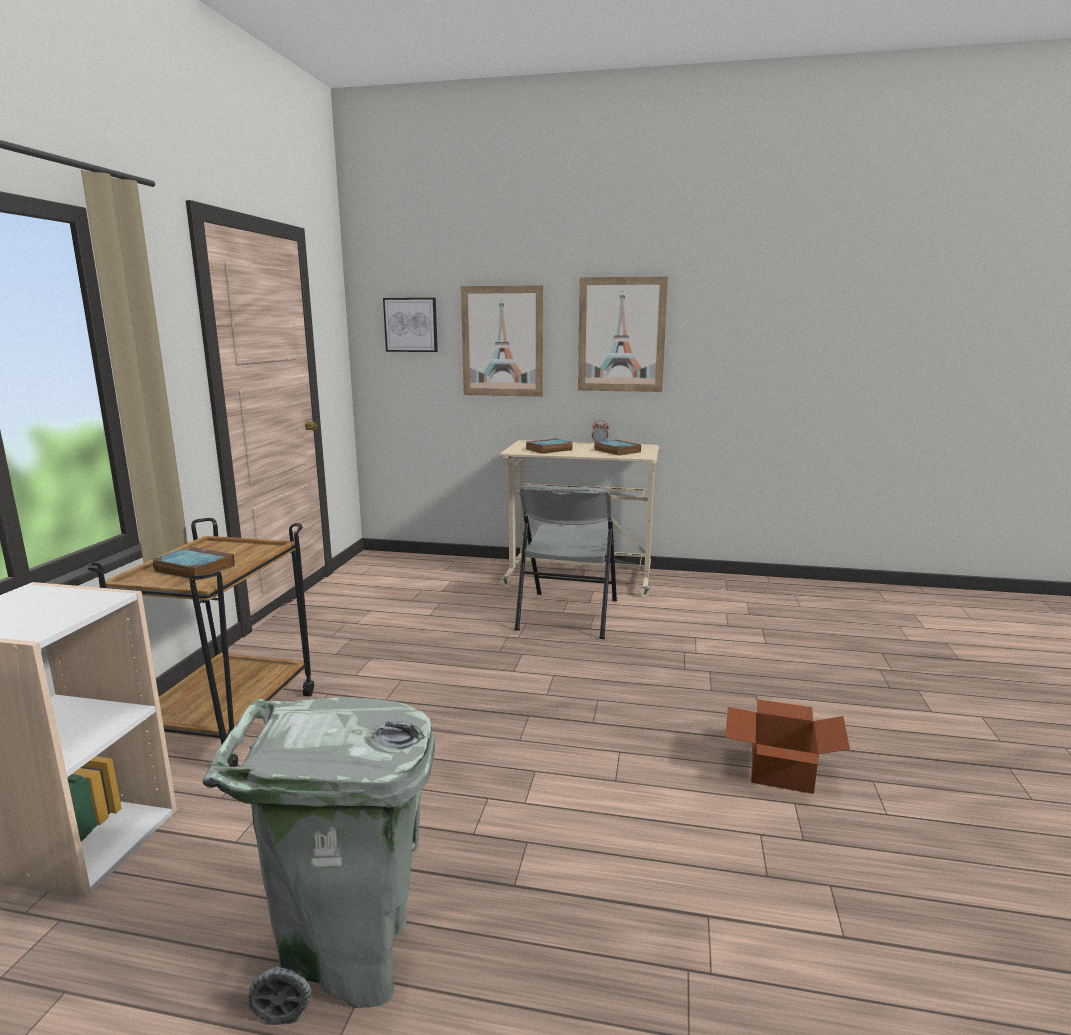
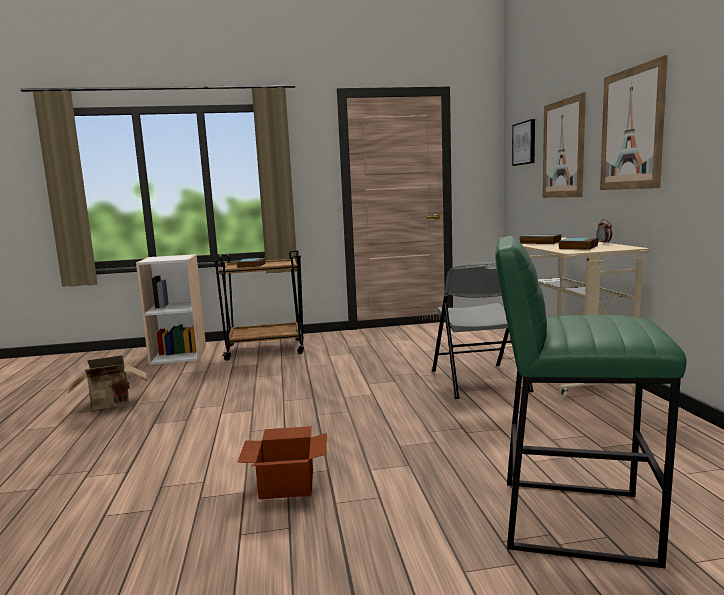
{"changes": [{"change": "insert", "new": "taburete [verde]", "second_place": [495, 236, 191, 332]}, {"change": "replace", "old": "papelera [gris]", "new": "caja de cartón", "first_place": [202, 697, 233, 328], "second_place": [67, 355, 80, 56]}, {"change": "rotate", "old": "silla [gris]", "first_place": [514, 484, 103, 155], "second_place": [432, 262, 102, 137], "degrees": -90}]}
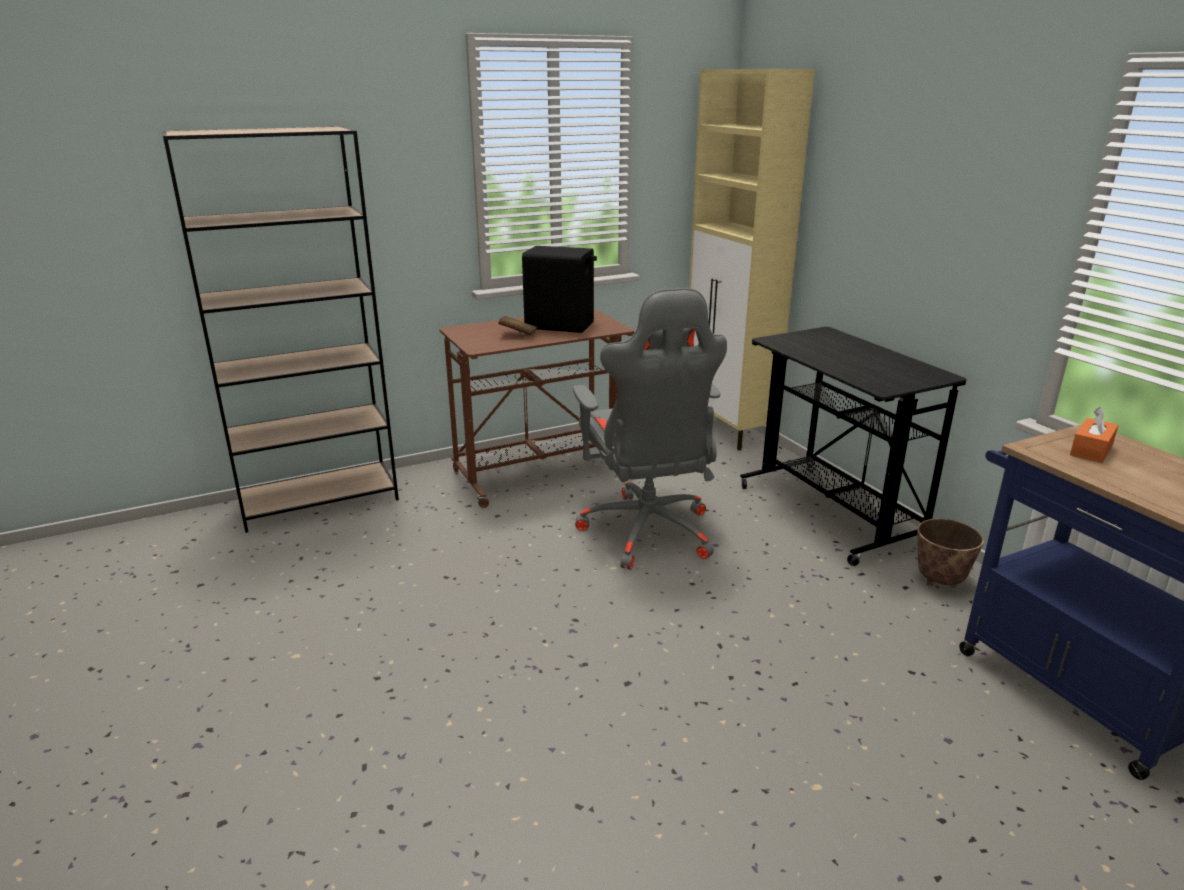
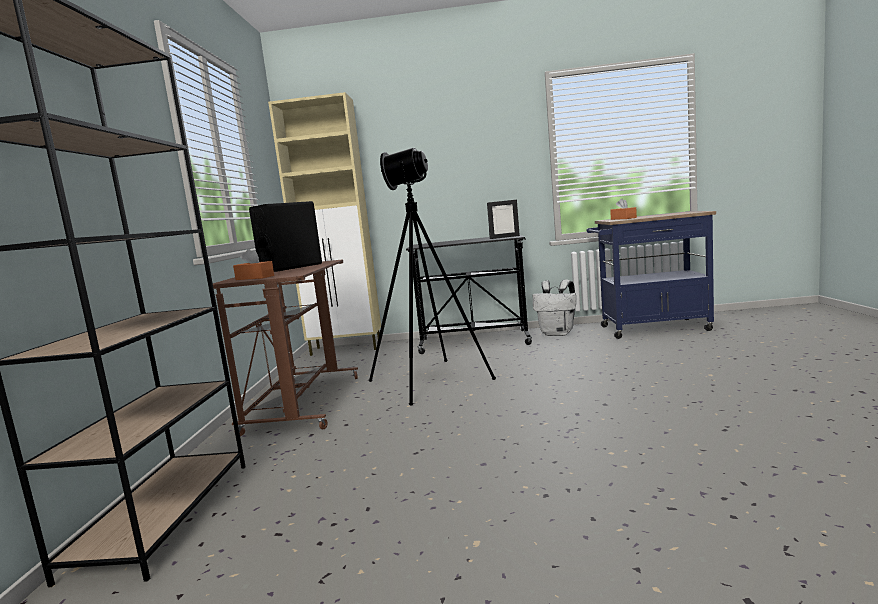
{"changes": [{"change": "delete", "old": "libro [marrón]", "first_place": [498, 316, 39, 20]}, {"change": "insert", "new": "caja de pañuelos [naranja]", "second_place": [233, 249, 41, 31]}, {"change": "insert", "new": "portarretratos", "second_place": [487, 200, 33, 39]}, {"change": "replace", "old": "silla de oficina [gris]", "new": "lámpara de pie [negro]", "first_place": [573, 288, 154, 282], "second_place": [369, 148, 127, 258]}, {"change": "replace", "old": "maceta", "new": "mochila [blanco]", "first_place": [917, 518, 67, 70], "second_place": [533, 279, 43, 57]}]}
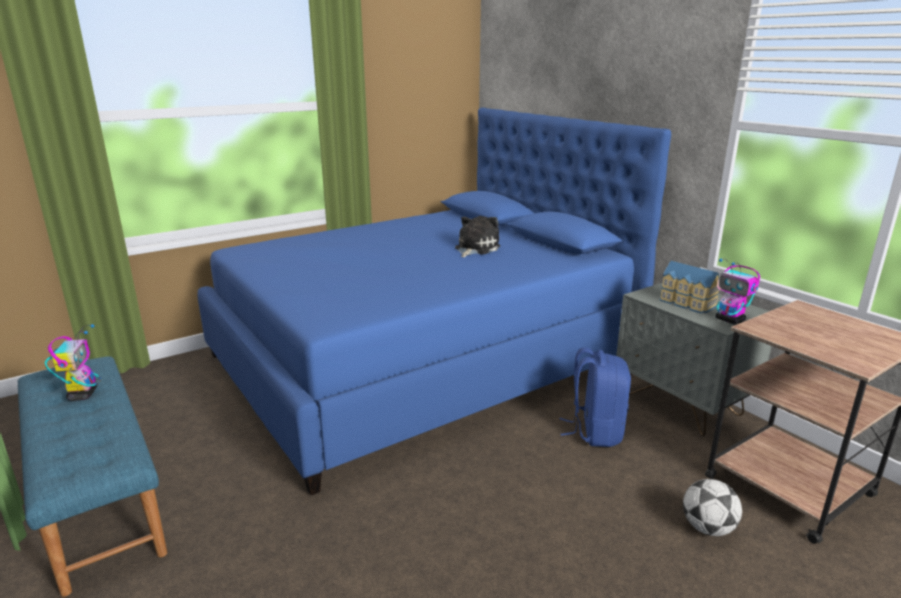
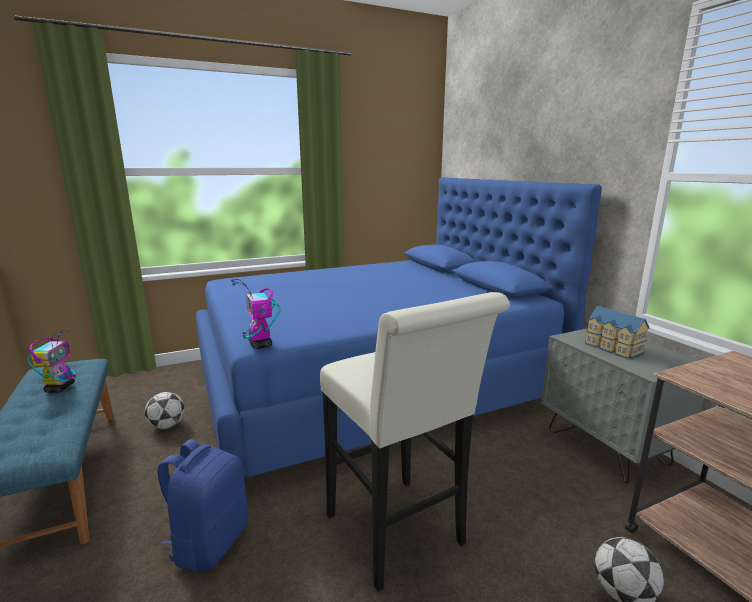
{"changes": [{"change": "delete", "old": "peluche", "first_place": [455, 216, 45, 41]}, {"change": "insert", "new": "balón de fútbol", "second_place": [145, 392, 40, 37]}, {"change": "insert", "new": "taburete [blanco]", "second_place": [320, 292, 190, 300]}, {"change": "move", "old": "mochila [azul]", "first_place": [560, 348, 71, 99], "second_place": [158, 439, 90, 132]}, {"change": "move", "old": "robot de juguete", "first_place": [715, 259, 45, 66], "second_place": [231, 279, 50, 70]}]}
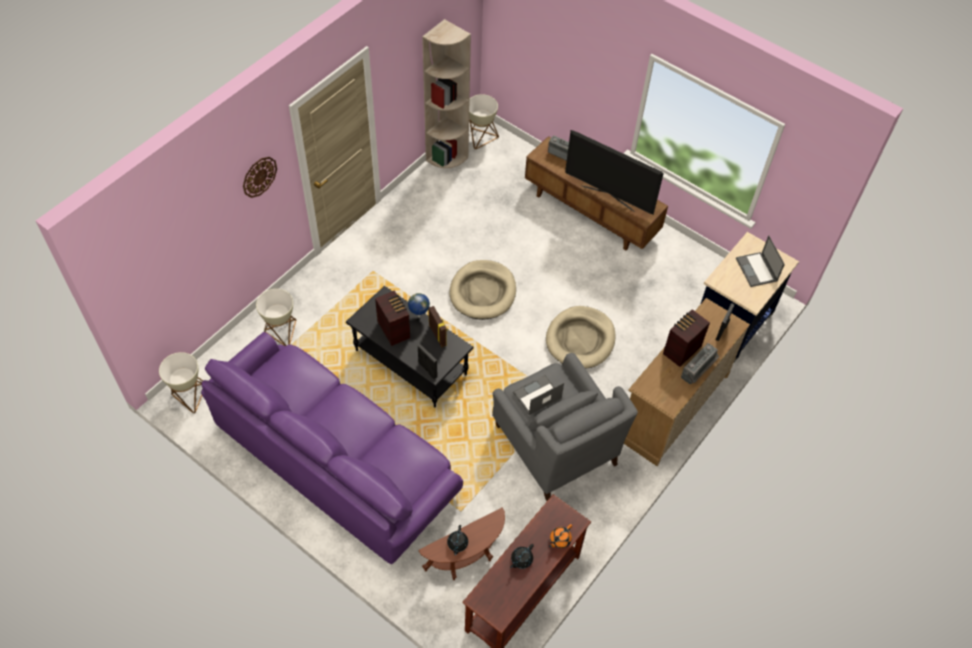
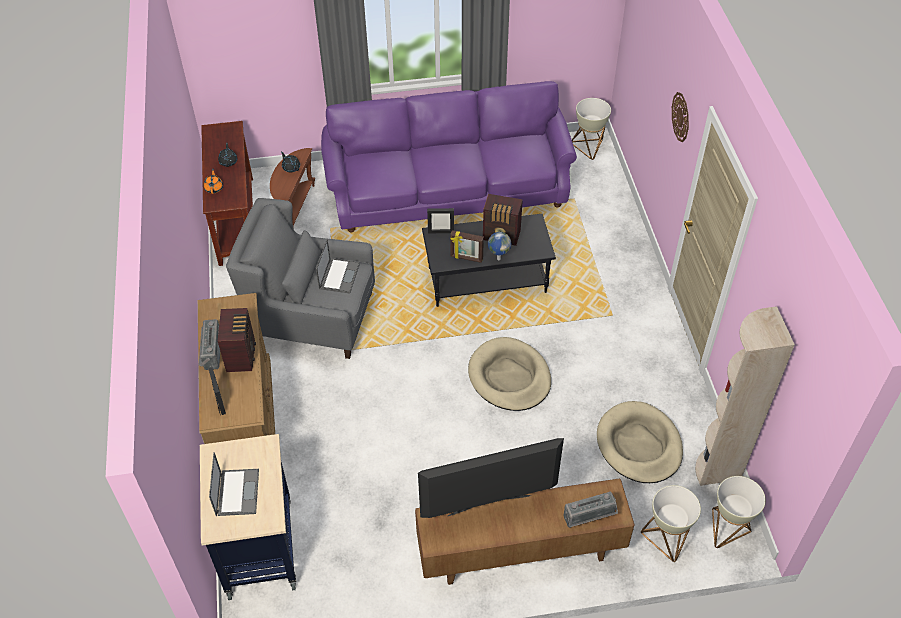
{"changes": [{"change": "move", "old": "maceta", "first_place": [256, 289, 40, 57], "second_place": [641, 485, 60, 77]}, {"change": "move", "old": "cama para perro [beis]", "first_place": [546, 306, 70, 62], "second_place": [597, 401, 86, 82]}, {"change": "rotate", "old": "portátil", "first_place": [736, 236, 49, 51], "second_place": [209, 452, 50, 64], "degrees": 60}]}
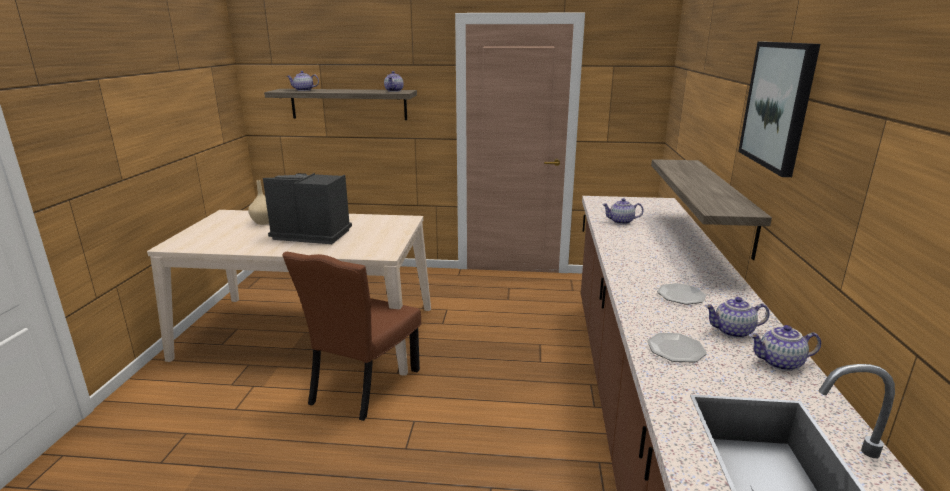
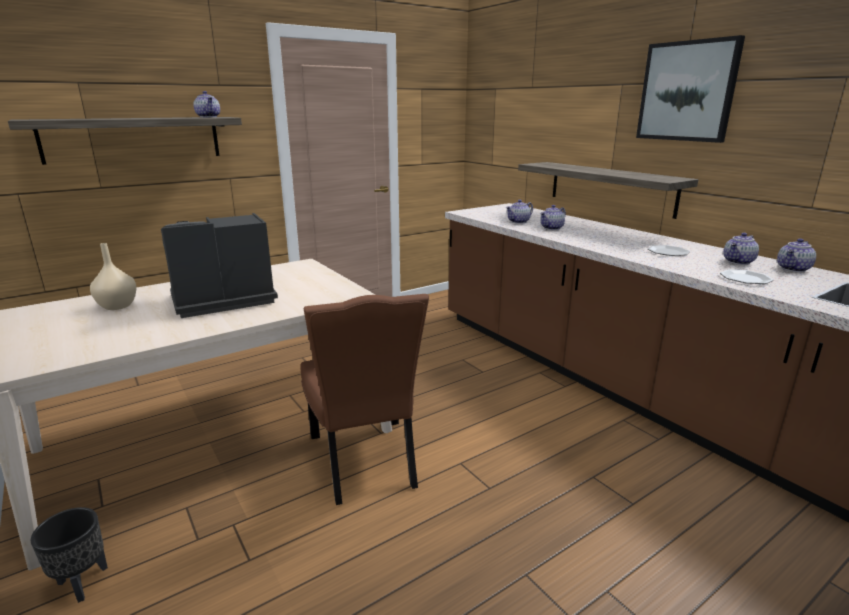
{"changes": [{"change": "insert", "new": "maceta [negro]", "second_place": [31, 507, 77, 96]}, {"change": "move", "old": "tetera", "first_place": [287, 71, 32, 20], "second_place": [540, 205, 26, 25]}]}
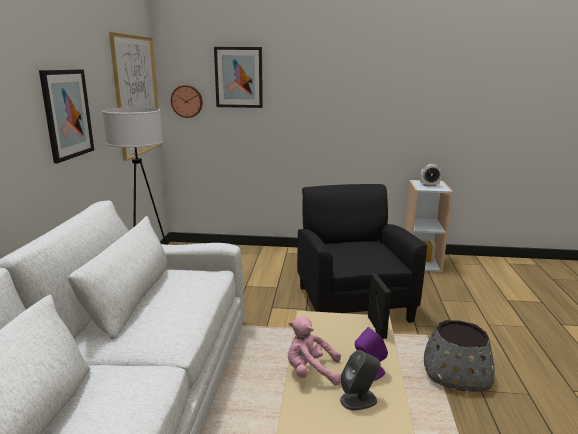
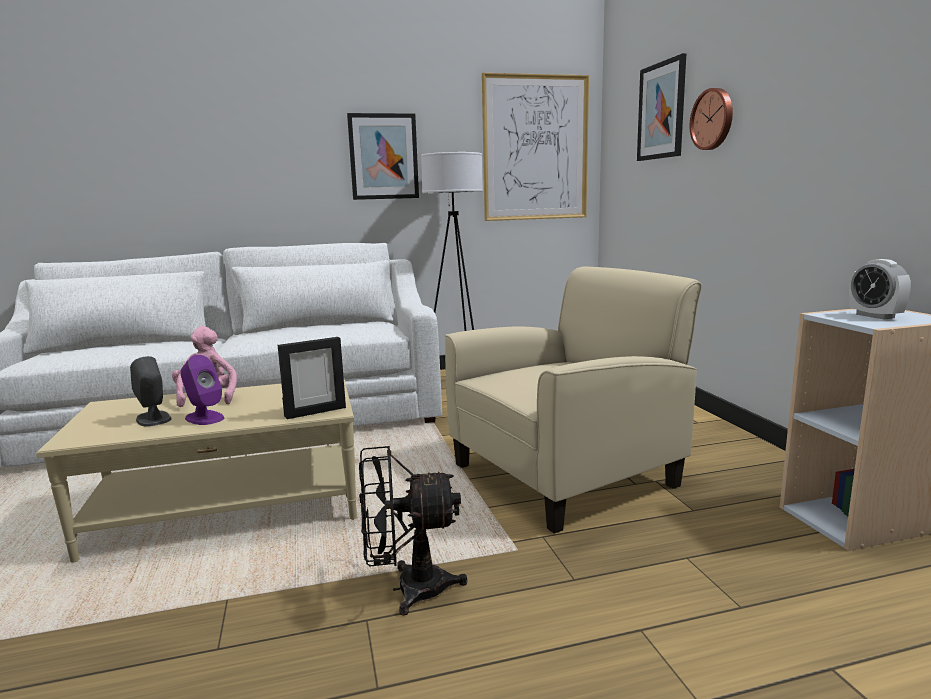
{"changes": [{"change": "move", "old": "reloj de pared", "first_place": [171, 85, 32, 33], "second_place": [690, 88, 43, 62]}, {"change": "replace", "old": "maceta [gris]", "new": "ventilador [negro]", "first_place": [424, 320, 71, 72], "second_place": [359, 446, 109, 170]}, {"change": "recolor", "old": "sillón [negro]", "new": "sillón [beis]", "first_place": [297, 184, 131, 139], "second_place": [445, 267, 257, 267]}]}
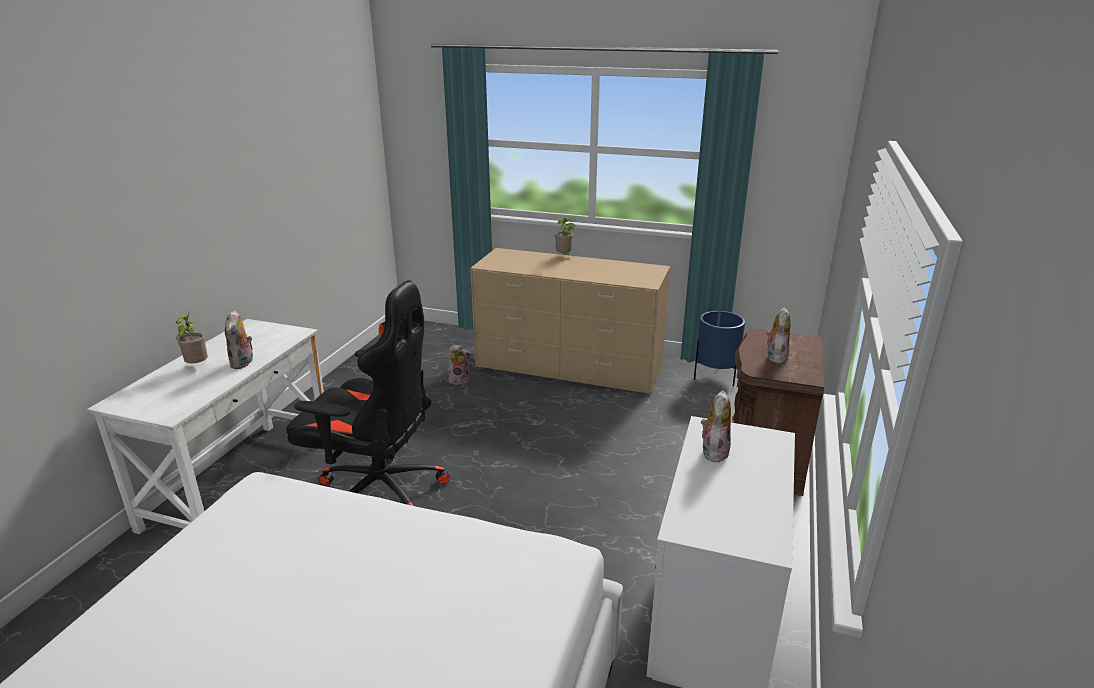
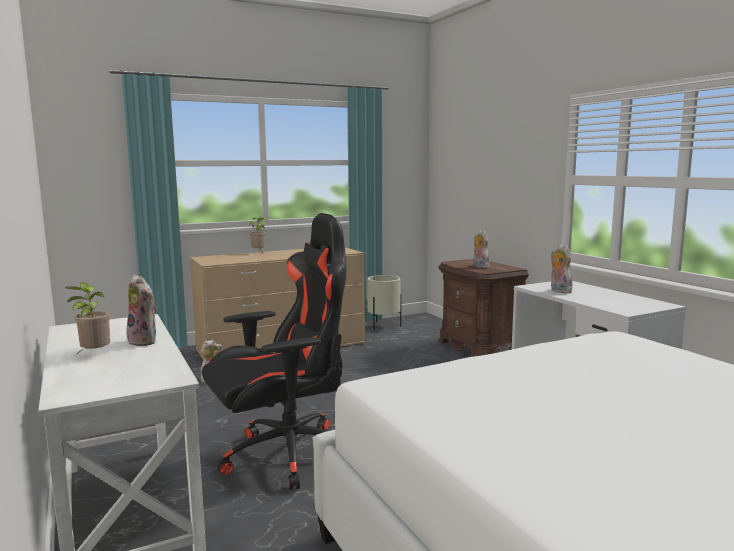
{"changes": [{"change": "recolor", "old": "maceta [azul]", "new": "maceta [beis]", "first_place": [694, 311, 51, 76], "second_place": [367, 275, 34, 55]}]}
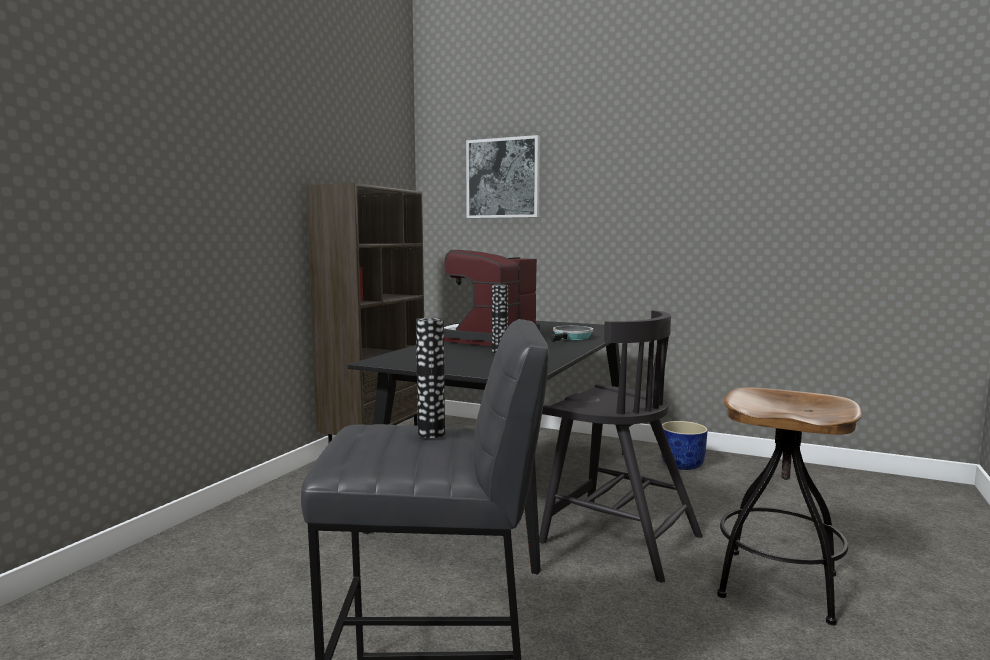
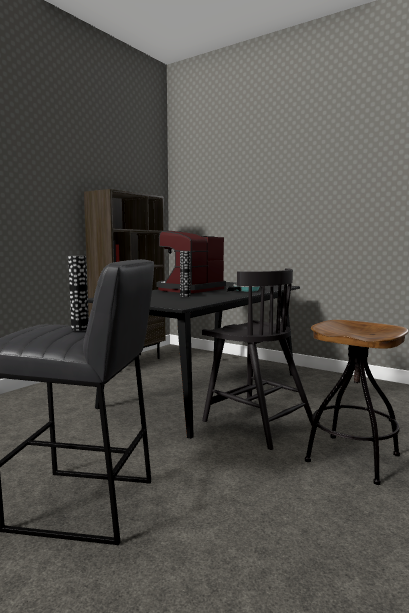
{"changes": [{"change": "delete", "old": "cuadro", "first_place": [466, 135, 74, 83]}, {"change": "delete", "old": "maceta [azul]", "first_place": [661, 421, 47, 49]}]}
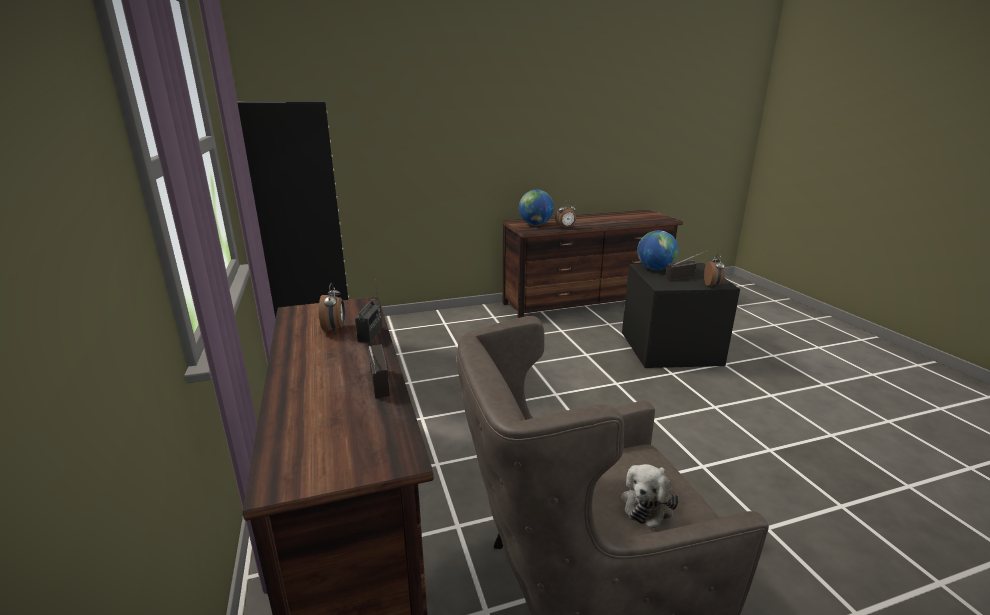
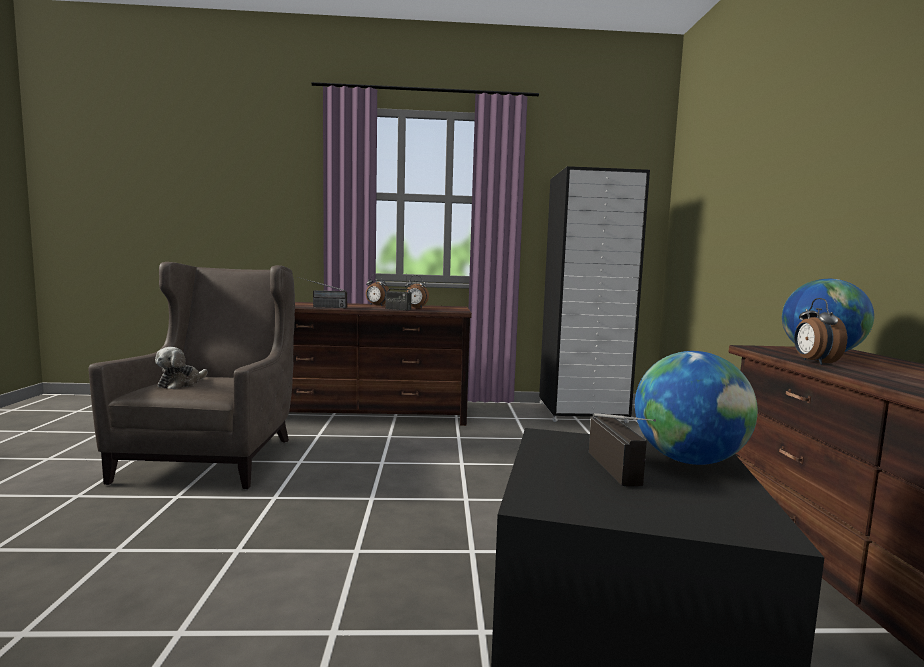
{"changes": [{"change": "move", "old": "despertador", "first_place": [704, 253, 21, 34], "second_place": [366, 274, 23, 32]}, {"change": "rotate", "old": "peluche", "first_place": [621, 464, 58, 65], "second_place": [155, 347, 53, 42], "degrees": -120}]}
